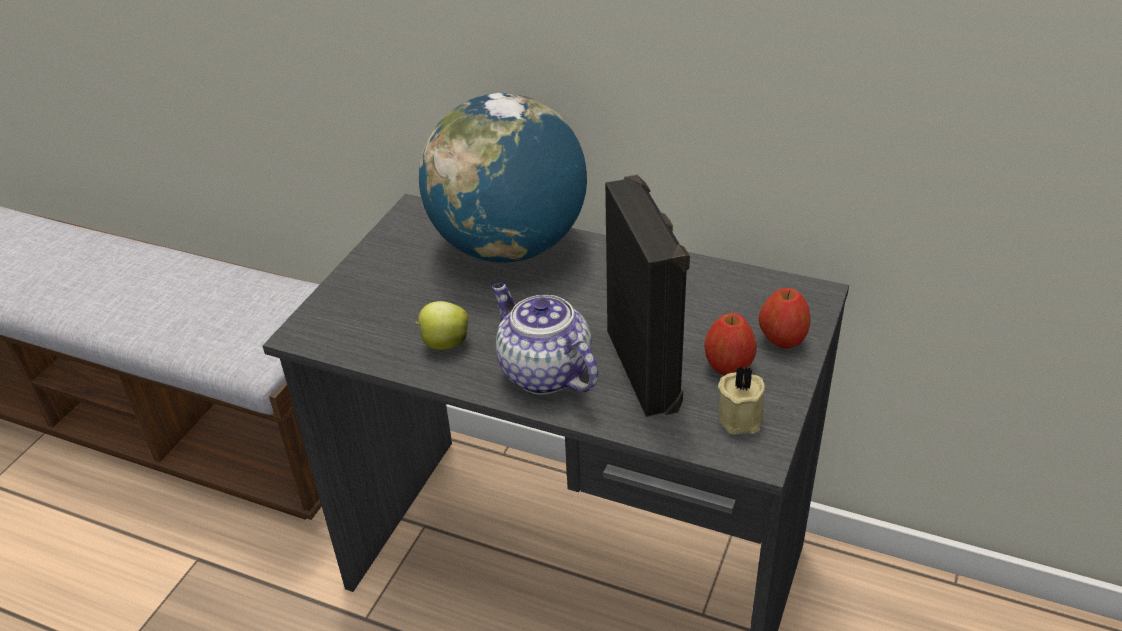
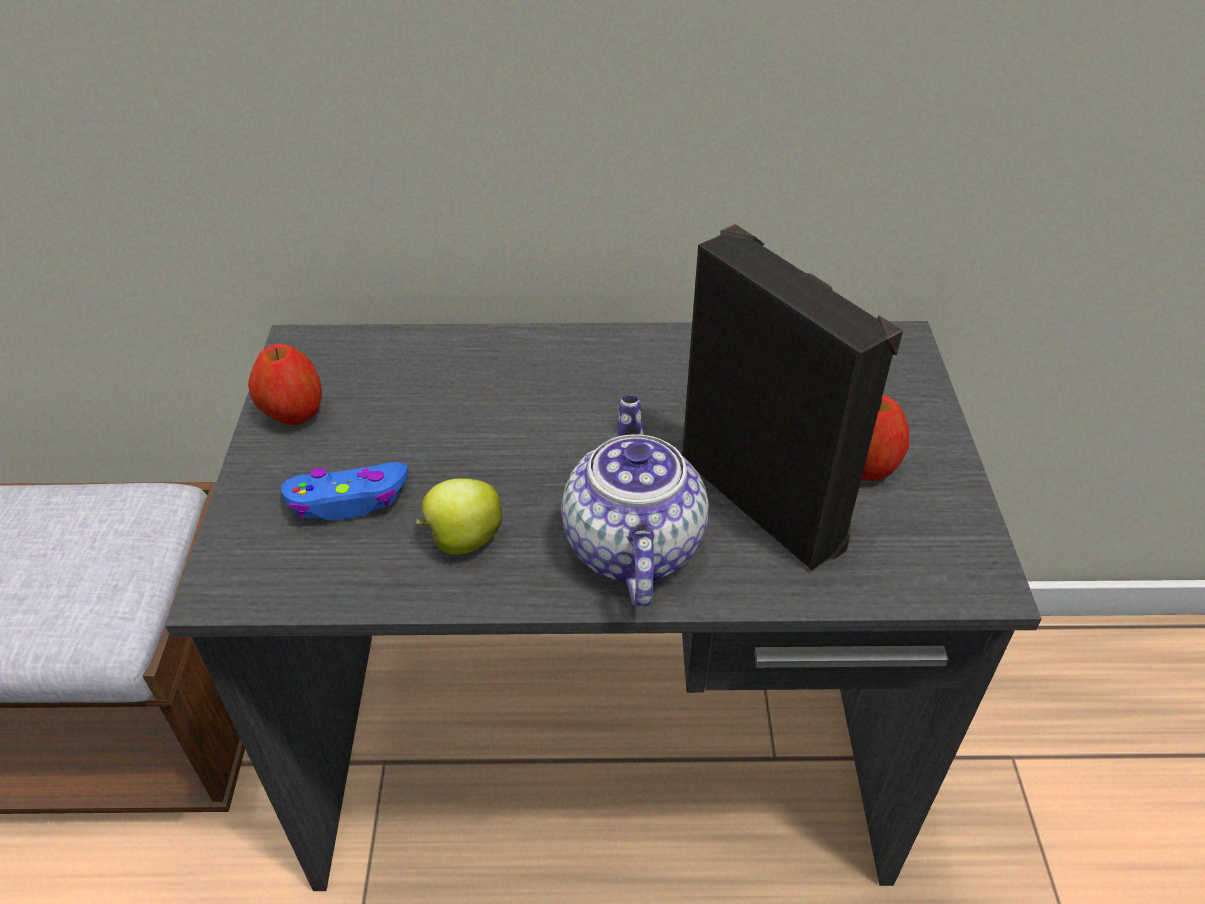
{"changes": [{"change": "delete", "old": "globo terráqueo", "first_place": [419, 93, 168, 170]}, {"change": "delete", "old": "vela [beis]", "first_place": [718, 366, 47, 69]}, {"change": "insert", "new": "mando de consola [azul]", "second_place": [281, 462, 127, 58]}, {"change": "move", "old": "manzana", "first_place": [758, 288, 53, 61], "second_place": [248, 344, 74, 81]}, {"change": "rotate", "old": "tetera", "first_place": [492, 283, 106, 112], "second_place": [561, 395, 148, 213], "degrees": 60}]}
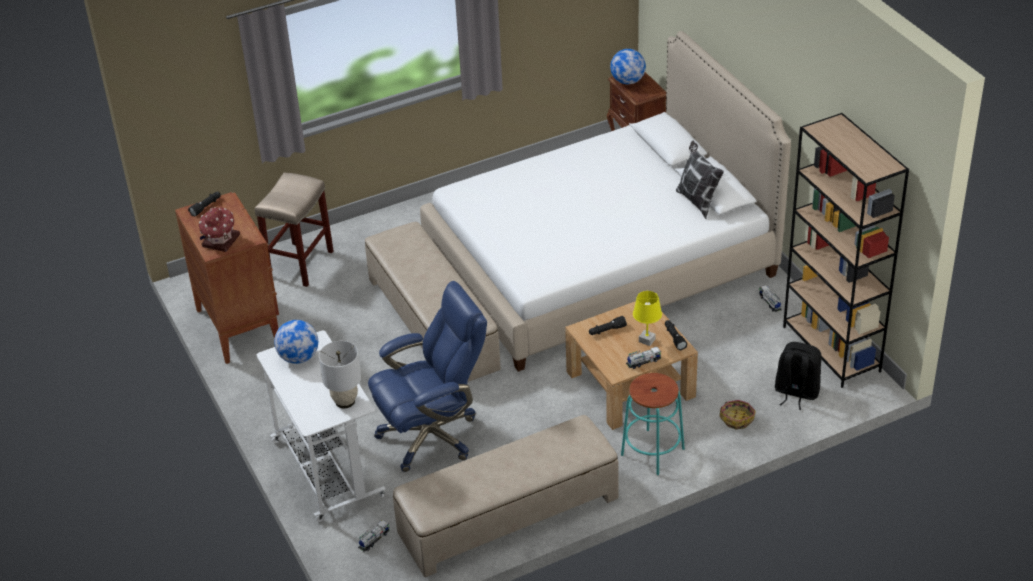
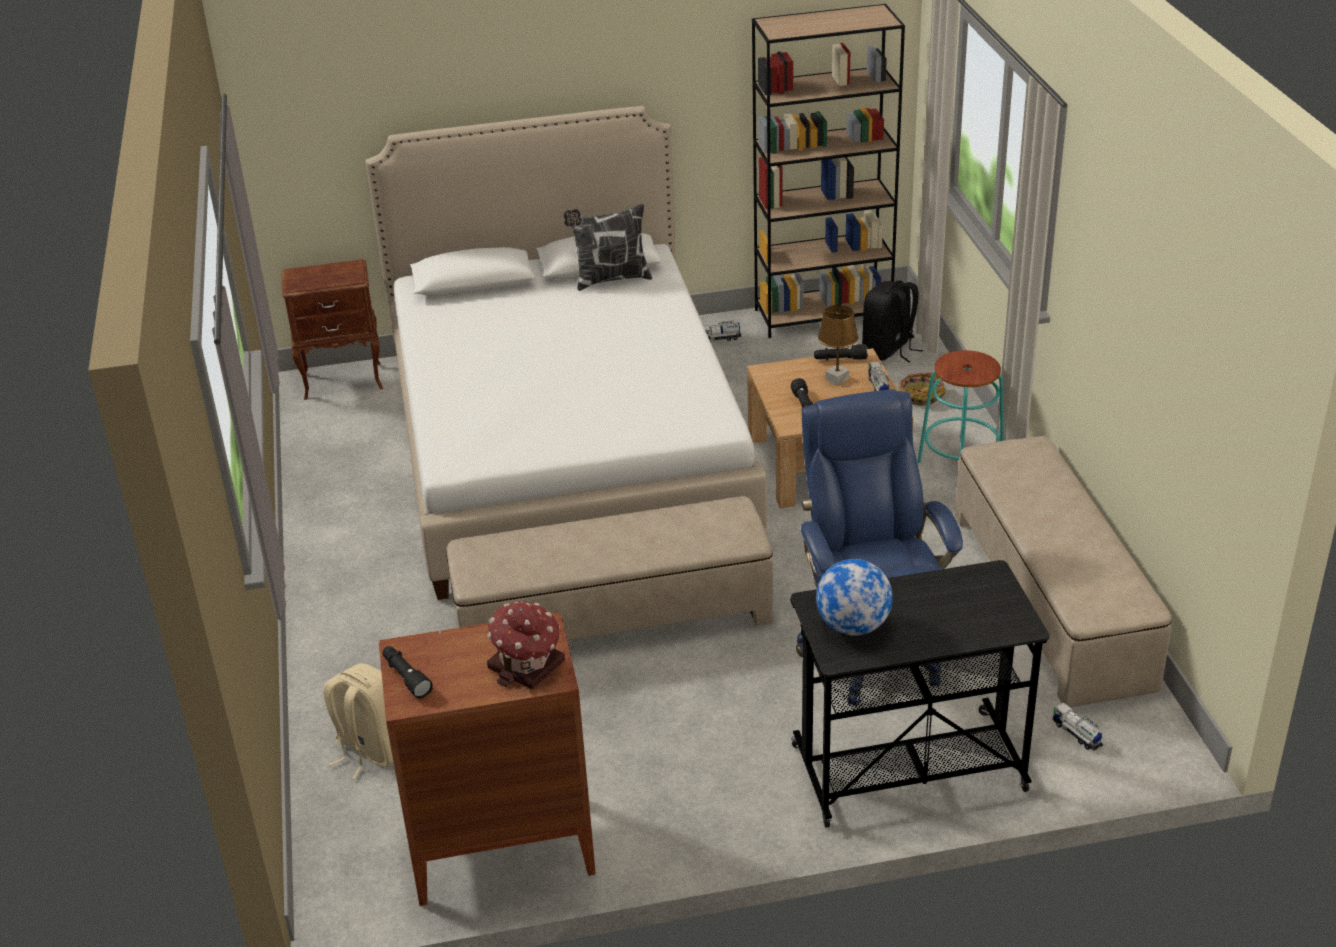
{"changes": [{"change": "delete", "old": "lámpara de mesa [blanco]", "first_place": [319, 341, 42, 67]}, {"change": "delete", "old": "globo terráqueo", "first_place": [610, 49, 36, 35]}, {"change": "replace", "old": "taburete [beis]", "new": "mochila [beis]", "first_place": [255, 172, 78, 115], "second_place": [323, 663, 71, 117]}, {"change": "recolor", "old": "escritorio [blanco]", "new": "escritorio [negro]", "first_place": [257, 330, 128, 192], "second_place": [790, 560, 259, 268]}, {"change": "recolor", "old": "lámpara de mesa [amarillo]", "new": "lámpara de mesa [marrón]", "first_place": [633, 291, 29, 55], "second_place": [818, 305, 40, 80]}]}
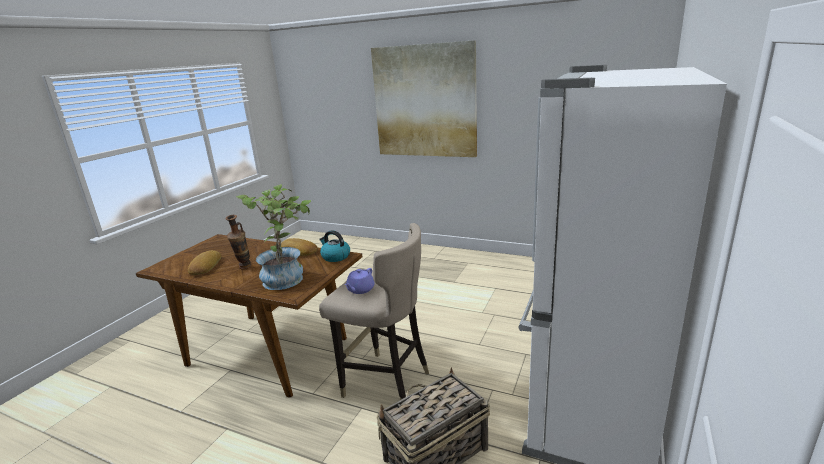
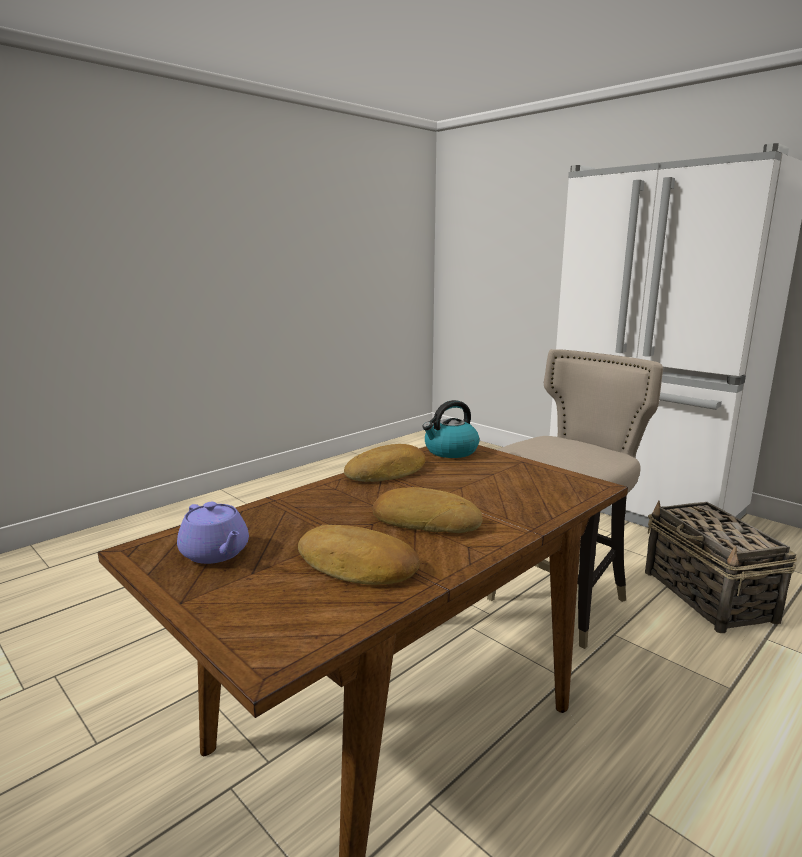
{"changes": [{"change": "delete", "old": "planta en maceta", "first_place": [236, 184, 75, 106]}, {"change": "delete", "old": "cuadro", "first_place": [371, 40, 106, 117]}, {"change": "move", "old": "tetera [morado]", "first_place": [345, 268, 30, 26], "second_place": [177, 502, 72, 62]}, {"change": "replace", "old": "florero", "new": "pan", "first_place": [226, 215, 26, 55], "second_place": [373, 487, 109, 46]}]}
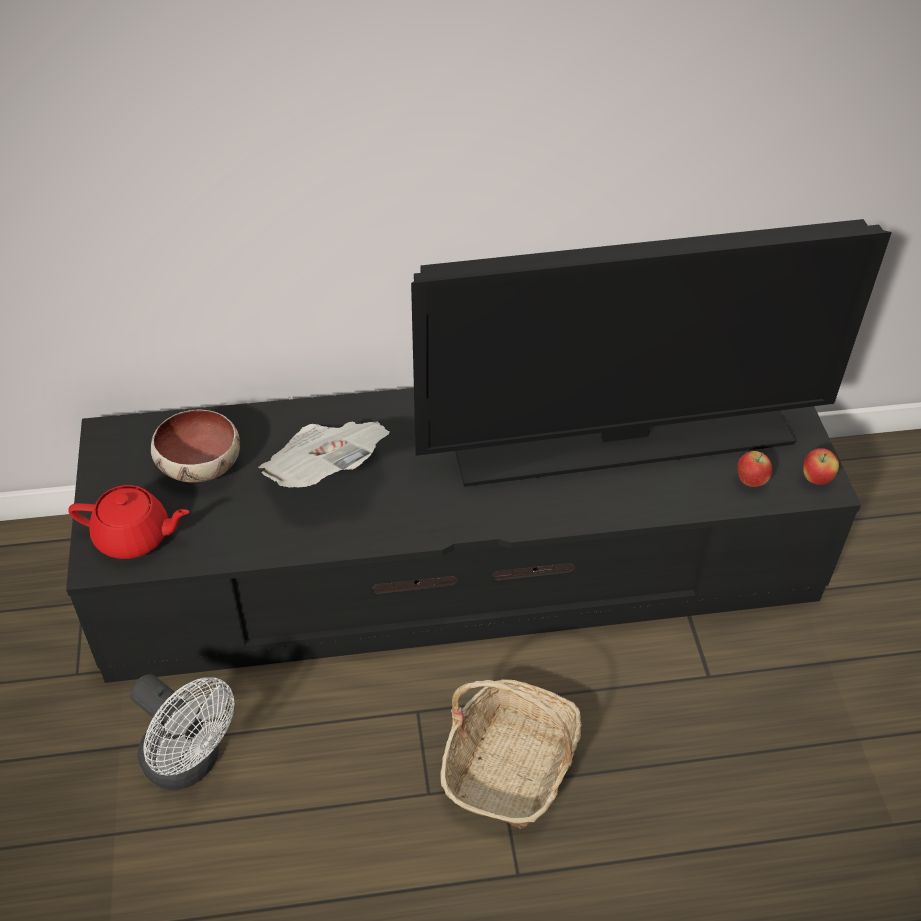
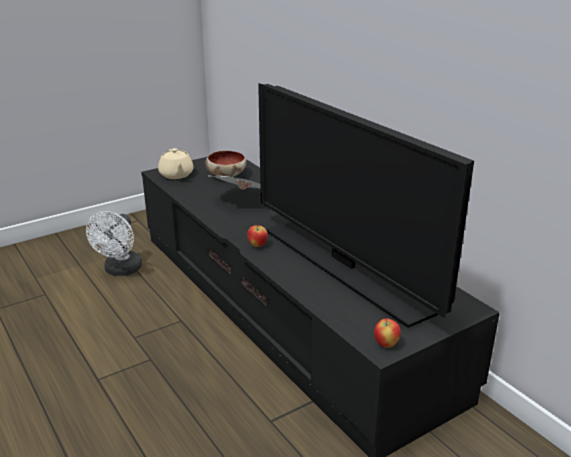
{"changes": [{"change": "delete", "old": "cesta", "first_place": [440, 679, 142, 150]}, {"change": "move", "old": "manzana", "first_place": [737, 451, 35, 36], "second_place": [247, 224, 21, 23]}, {"change": "recolor", "old": "tetera [rojo]", "new": "tetera [beis]", "first_place": [68, 485, 121, 74], "second_place": [158, 148, 36, 31]}]}
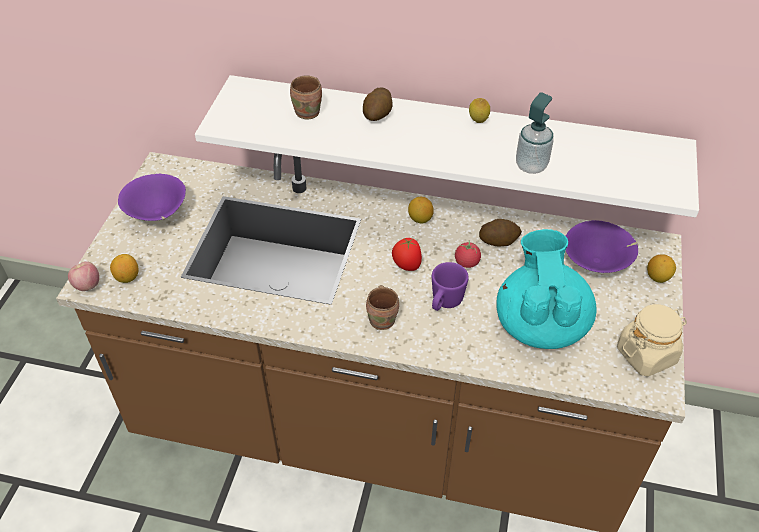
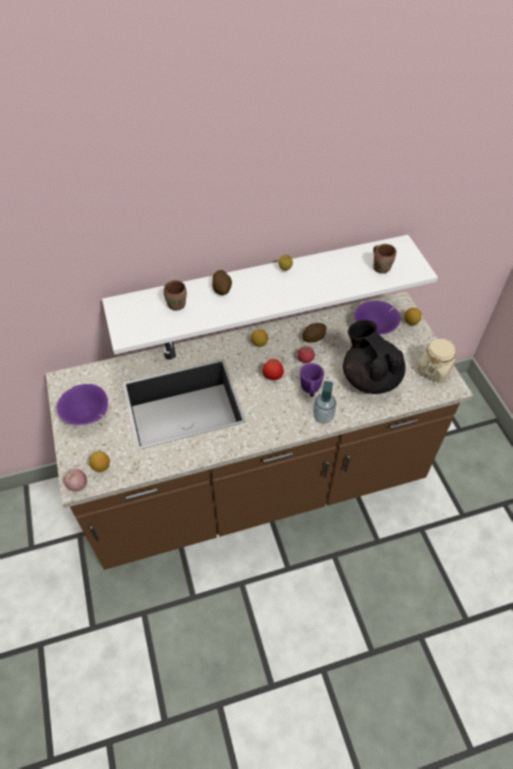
{"changes": [{"change": "move", "old": "taza grande [marrón]", "first_place": [366, 285, 33, 45], "second_place": [373, 244, 23, 29]}, {"change": "move", "old": "dispensador de jabón", "first_place": [516, 92, 38, 82], "second_place": [313, 381, 23, 43]}, {"change": "recolor", "old": "tetera [turquesa]", "new": "tetera [negro]", "first_place": [497, 229, 100, 120], "second_place": [343, 320, 63, 74]}]}
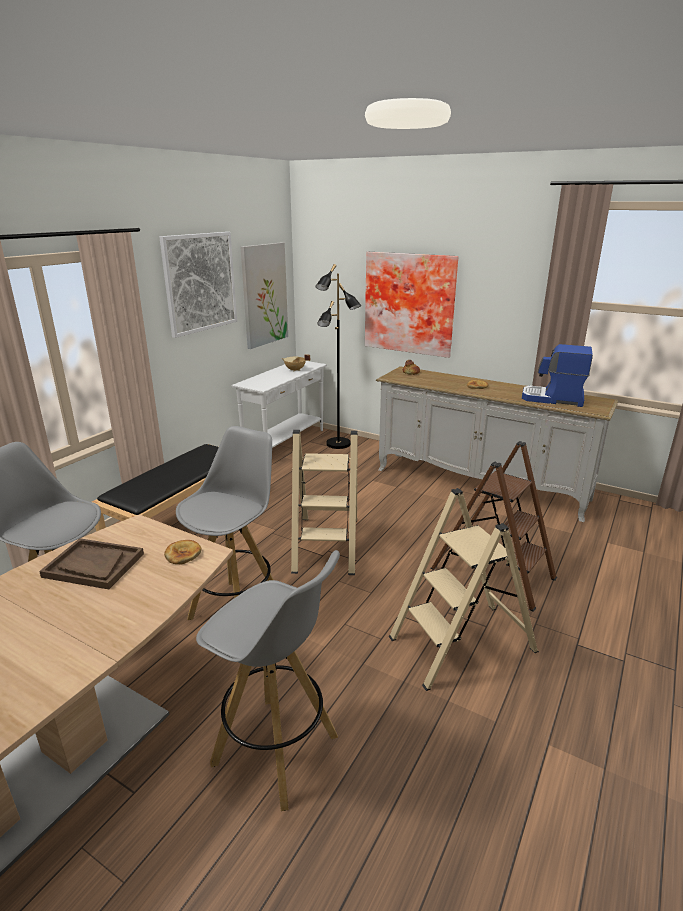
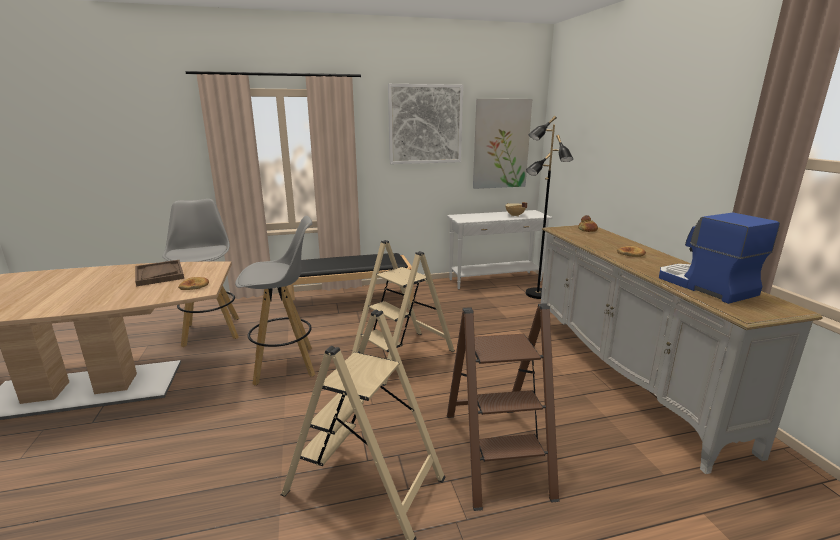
{"changes": [{"change": "delete", "old": "taburete [gris]", "first_place": [196, 550, 144, 261]}, {"change": "delete", "old": "cuadro", "first_place": [365, 252, 93, 106]}]}
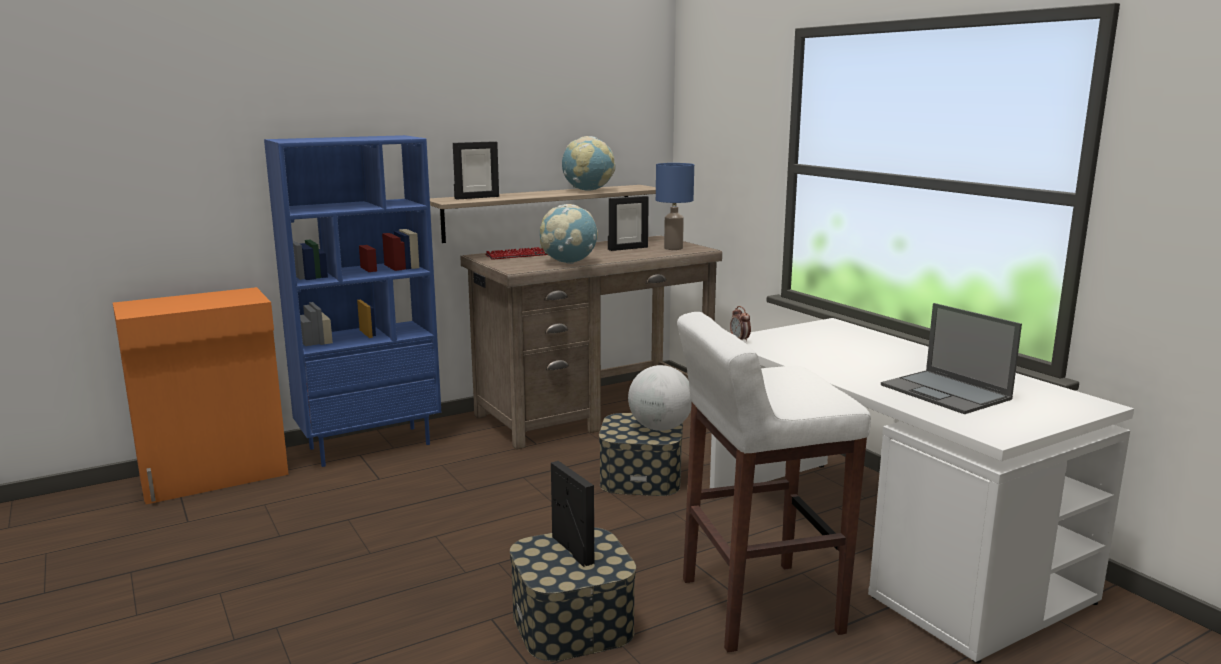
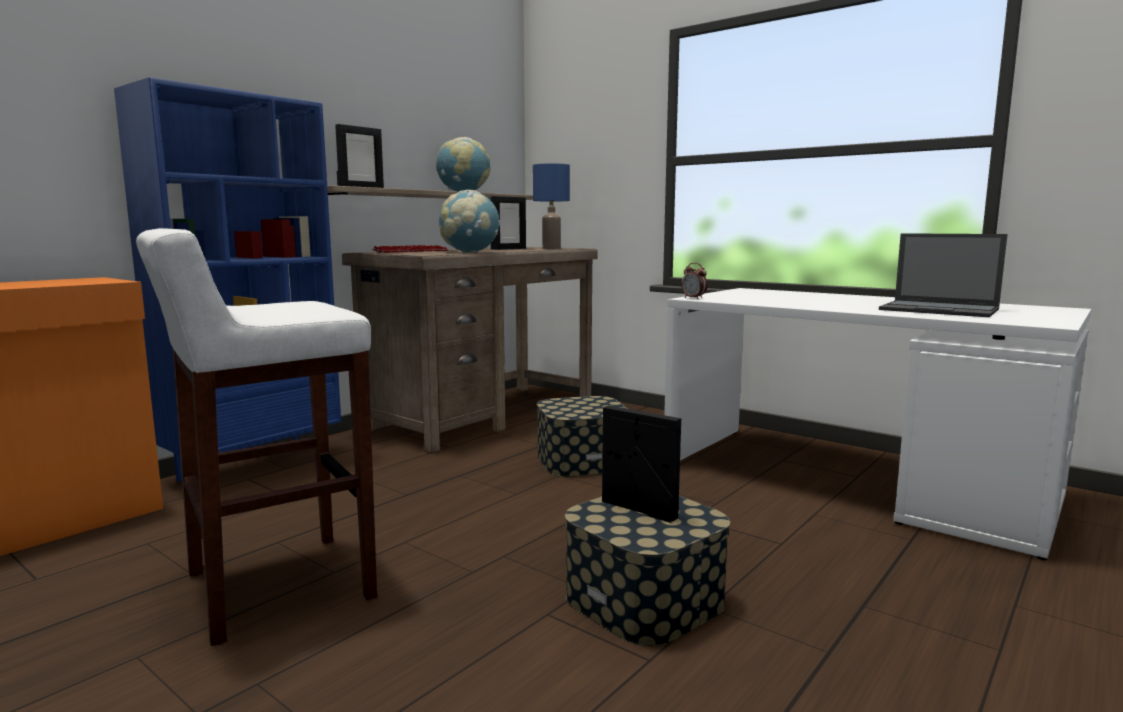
{"changes": [{"change": "delete", "old": "globo terráqueo", "first_place": [628, 365, 64, 66]}, {"change": "move", "old": "taburete [blanco]", "first_place": [677, 312, 194, 340], "second_place": [136, 228, 241, 418]}]}
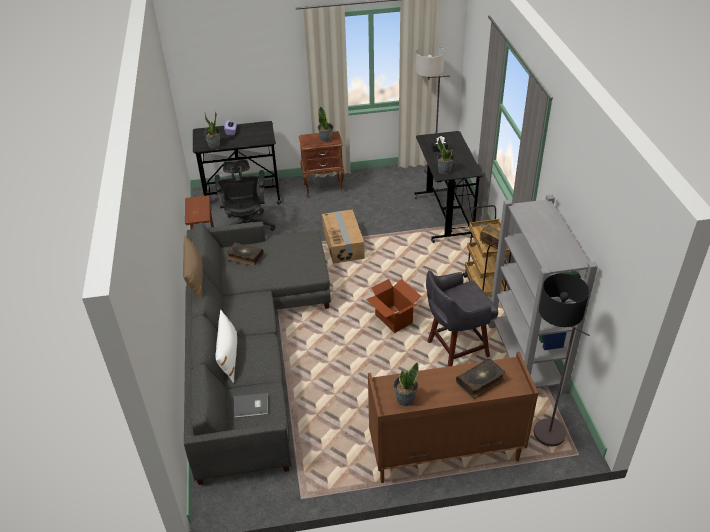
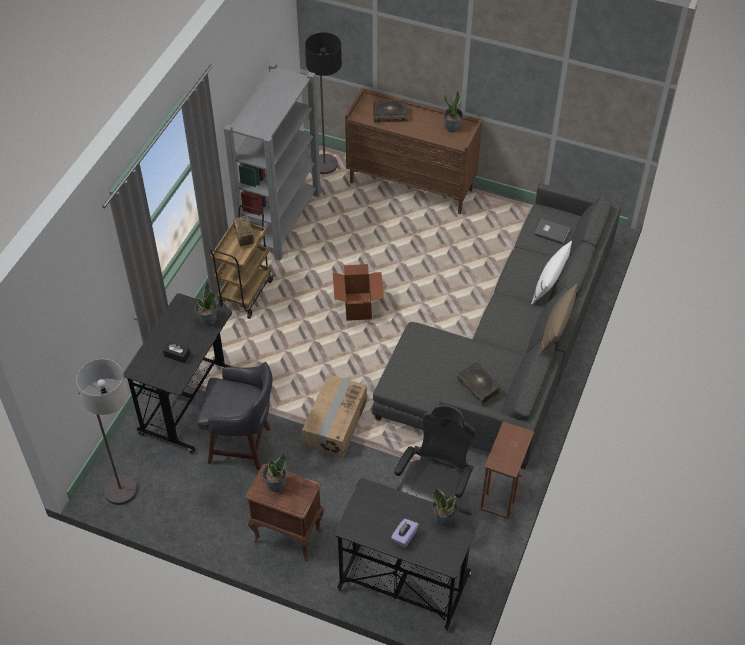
{"changes": [{"change": "move", "old": "taburete [gris]", "first_place": [426, 271, 72, 96], "second_place": [197, 362, 76, 108]}]}
